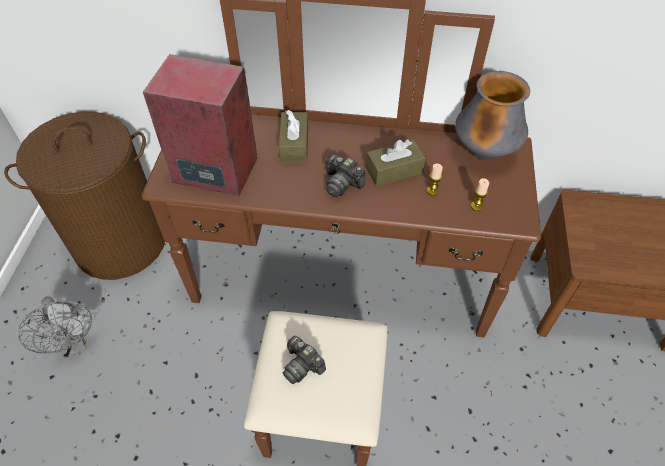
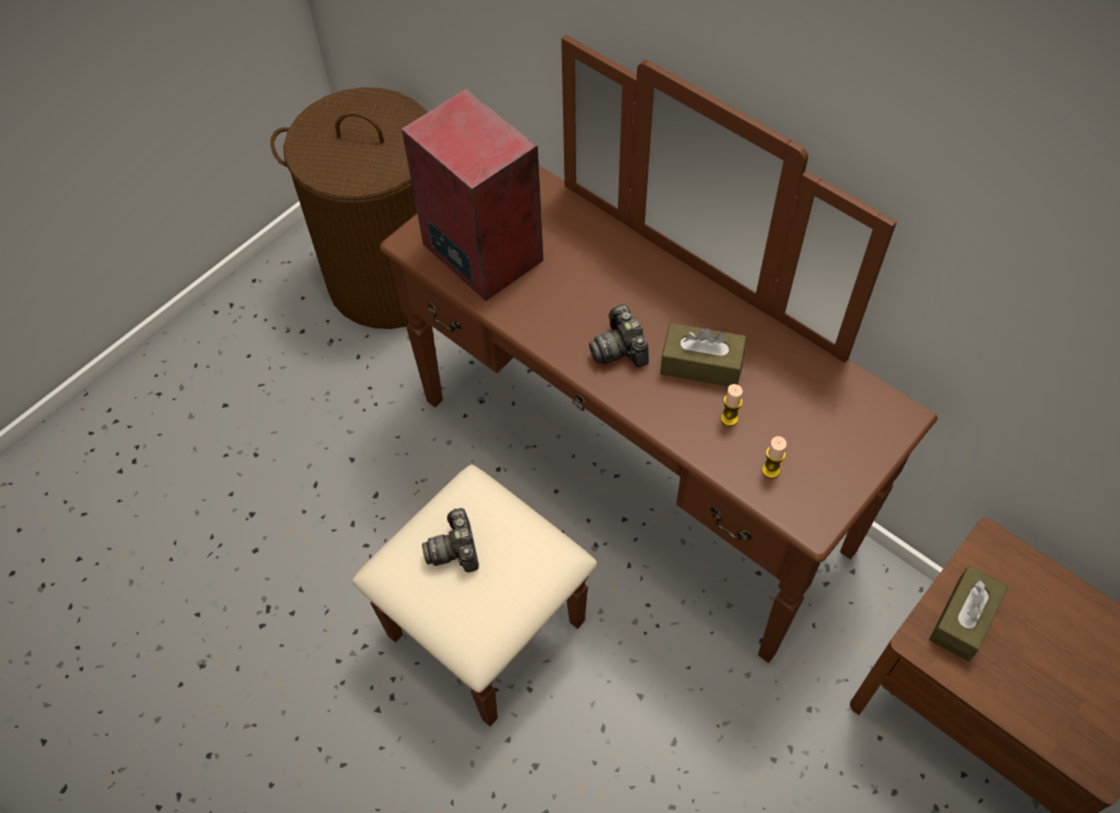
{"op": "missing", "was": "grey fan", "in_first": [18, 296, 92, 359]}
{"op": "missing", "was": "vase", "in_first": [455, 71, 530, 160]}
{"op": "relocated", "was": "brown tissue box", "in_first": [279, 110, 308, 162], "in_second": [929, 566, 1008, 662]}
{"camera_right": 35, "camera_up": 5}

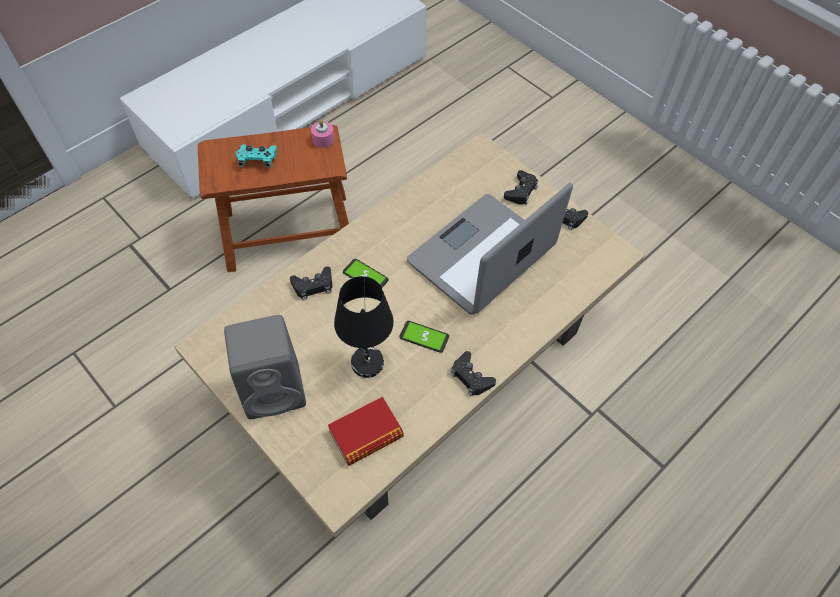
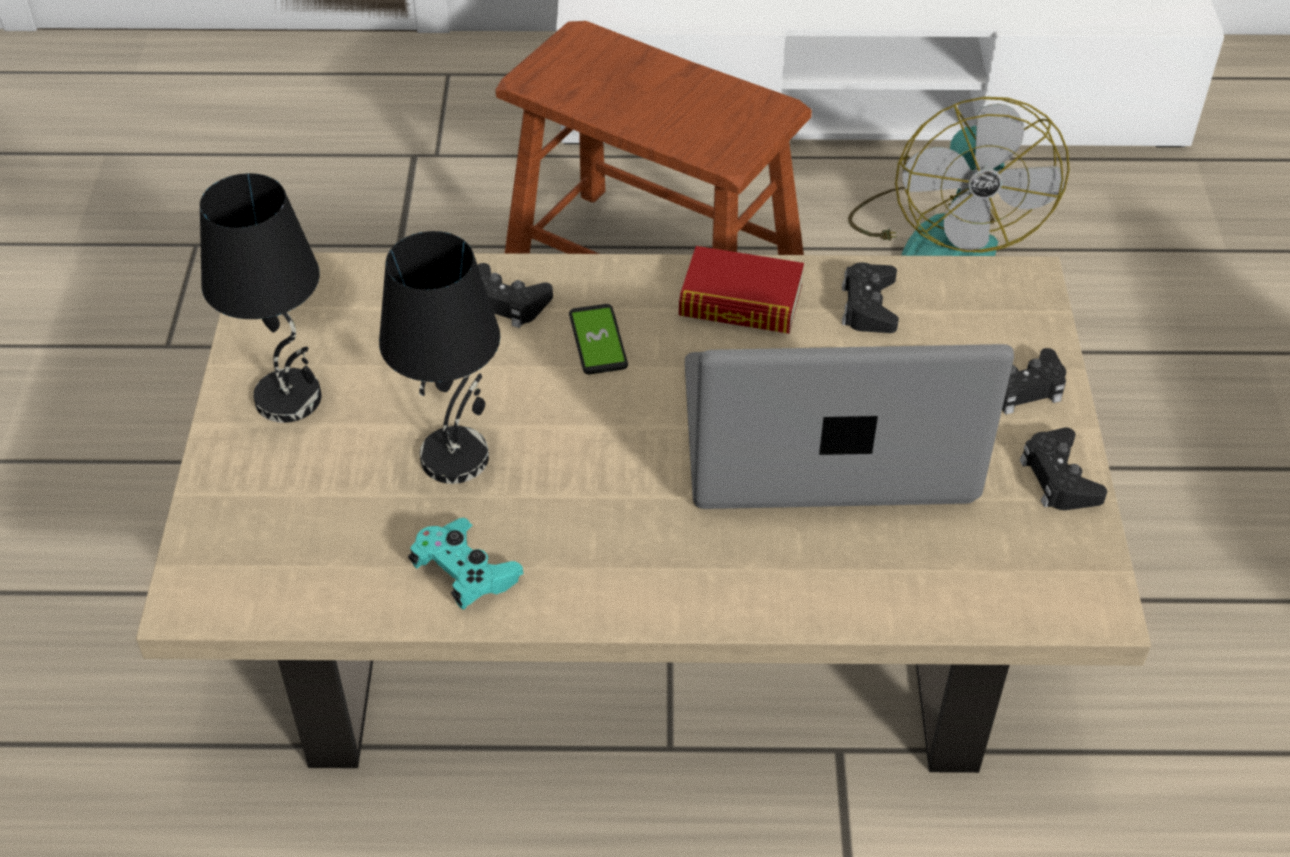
{"op": "missing", "was": "pink candle", "in_first": [311, 120, 334, 148]}
{"op": "missing", "was": "phone", "in_first": [399, 321, 449, 353]}
{"op": "appeared", "now": "fan", "in_second": [848, 97, 1070, 256]}
{"op": "relocated", "was": "turquoise game controller", "in_first": [236, 144, 277, 168], "in_second": [408, 518, 523, 610]}
{"op": "relocated", "was": "book", "in_first": [328, 397, 404, 466], "in_second": [679, 246, 804, 334]}
{"op": "relocated", "was": "black game controller", "in_first": [451, 351, 496, 396], "in_second": [842, 262, 899, 333]}
{"op": "exchanged", "was": "grey speaker", "now": "black table lamp", "in_first": [224, 315, 306, 419], "in_second": [200, 173, 321, 423]}
{"camera_right": 45, "camera_up": -10}

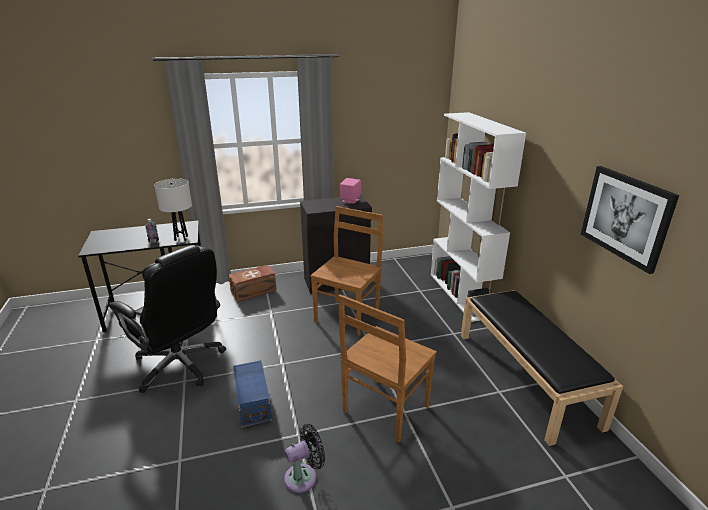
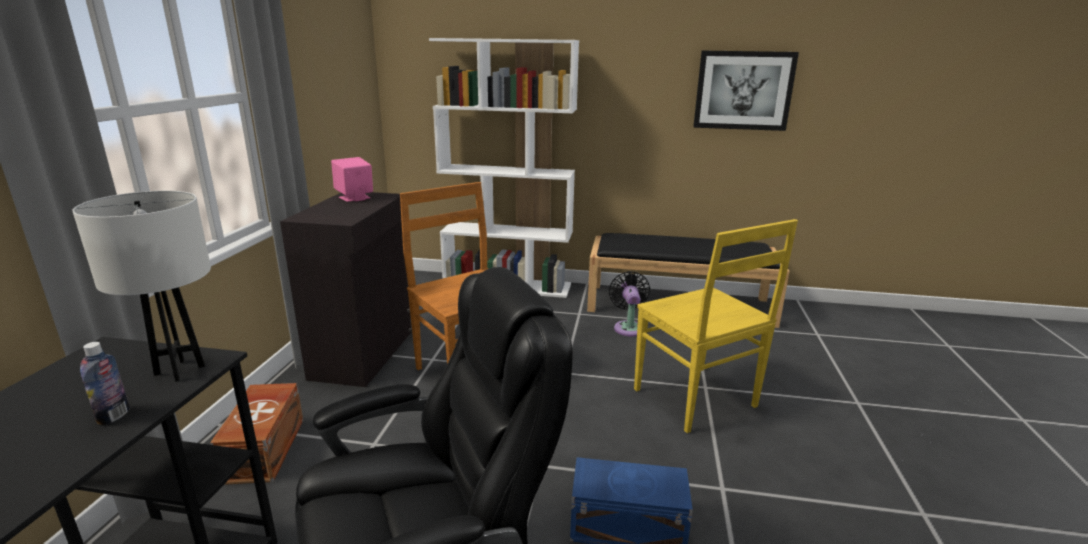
{"op": "relocated", "was": "black fan", "in_first": [284, 424, 325, 493], "in_second": [609, 271, 650, 337]}
{"op": "colour", "was": "brown chair", "now": "yellow chair", "in_first": [338, 294, 437, 443], "in_second": [634, 219, 798, 433]}
{"camera_right": -65, "camera_up": -5}

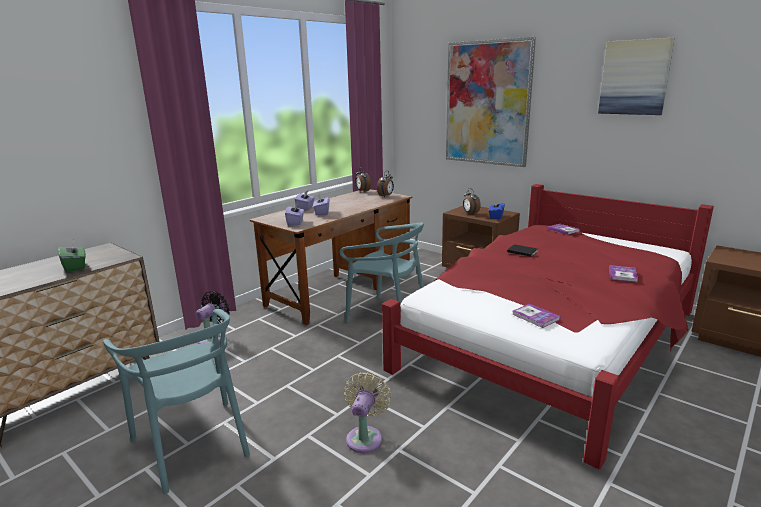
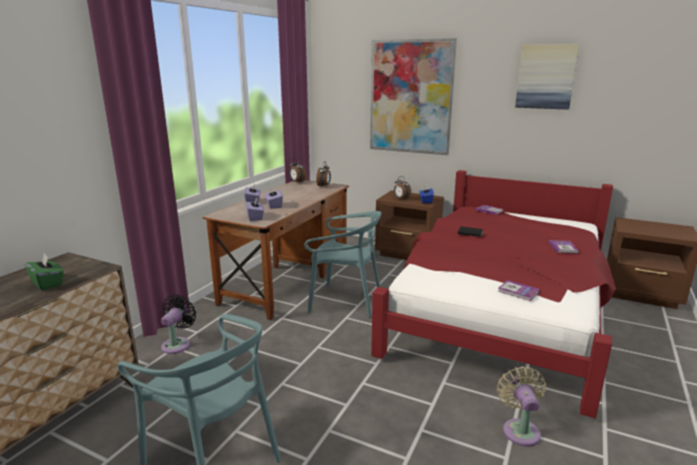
{"op": "relocated", "was": "beige fan", "in_first": [344, 372, 392, 453], "in_second": [497, 366, 546, 447]}
{"camera_right": -15, "camera_up": 0}

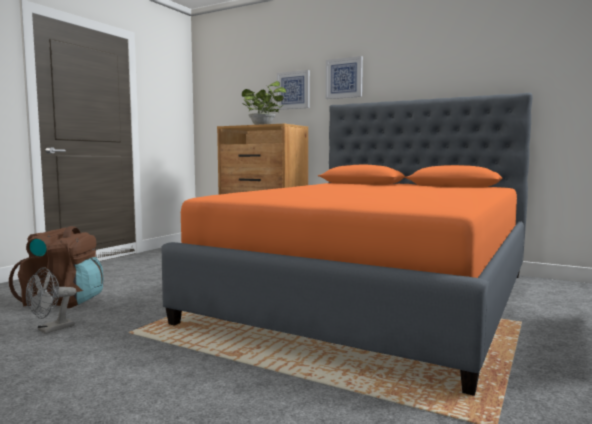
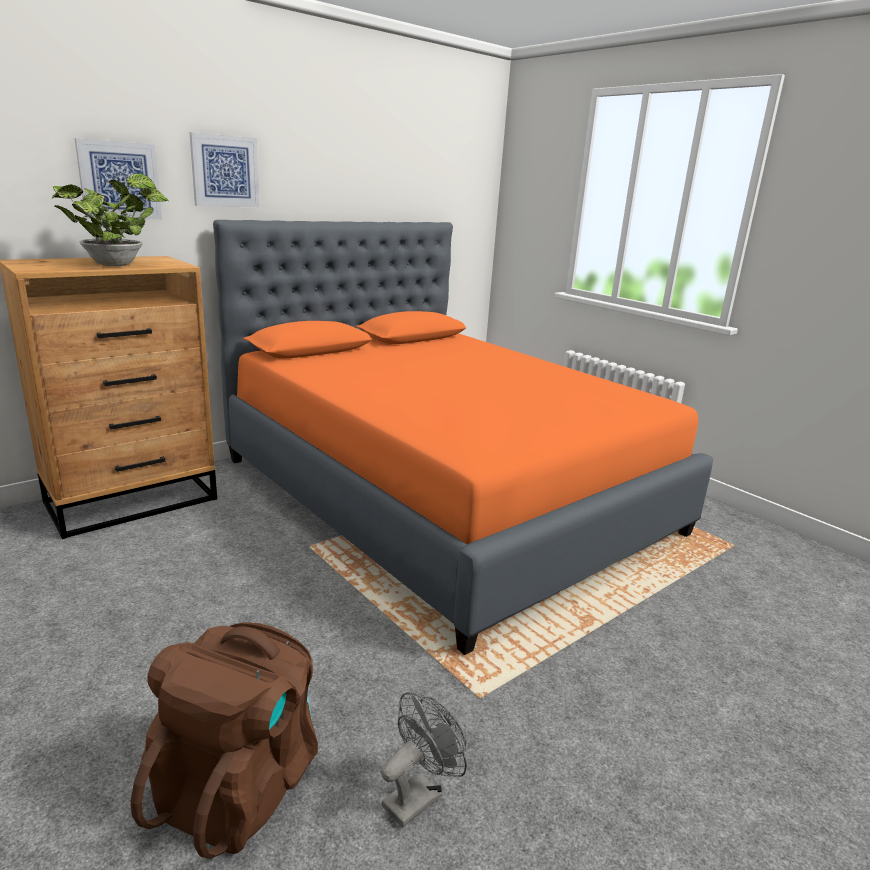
{"op": "spun", "was": "grey fan", "in_first": [26, 267, 76, 334], "in_second": [381, 692, 467, 827], "clockwise": -105}
{"camera_right": -70, "camera_up": 15}

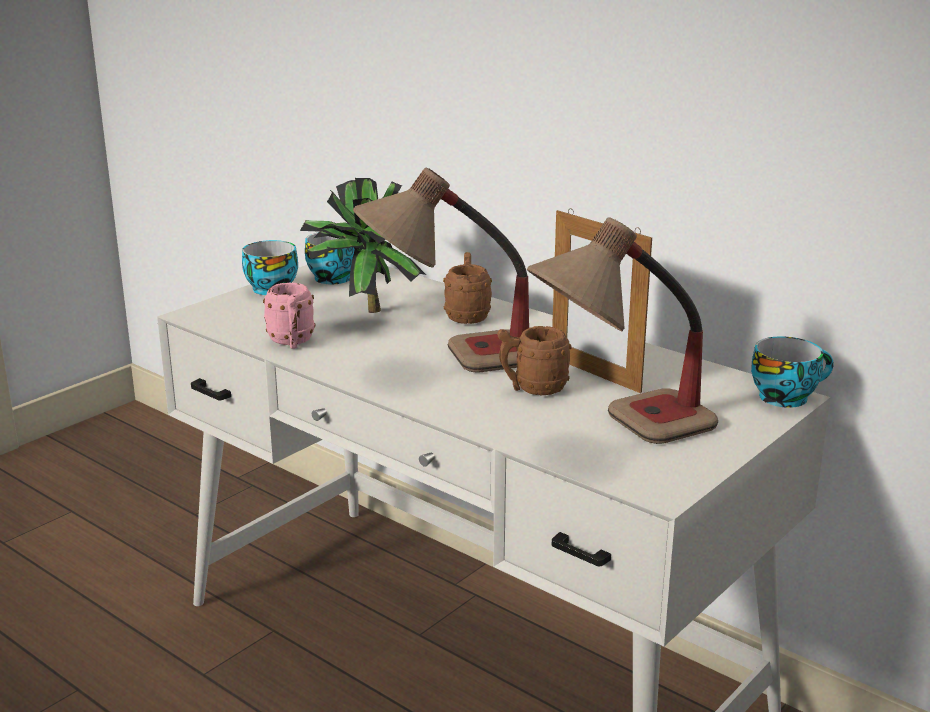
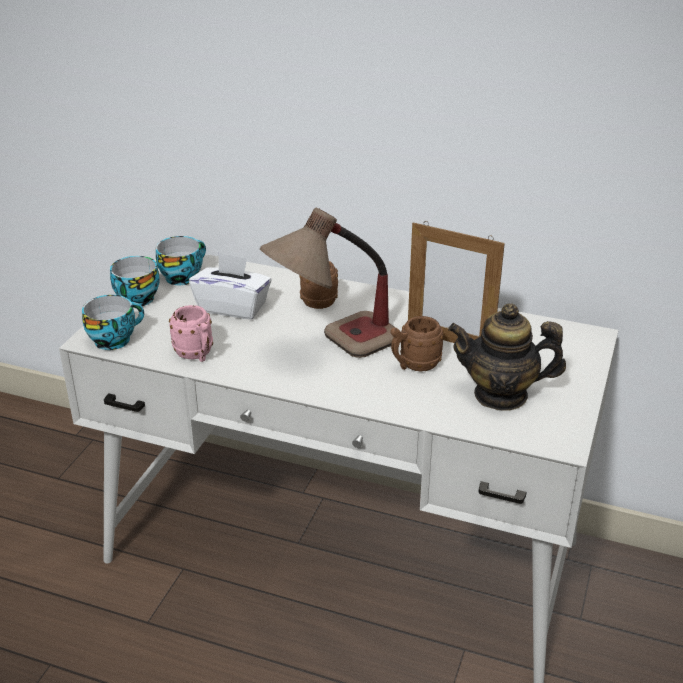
{"op": "relocated", "was": "cup", "in_first": [751, 336, 834, 408], "in_second": [82, 295, 144, 350]}
{"op": "exchanged", "was": "potted plant", "now": "white tissue box", "in_first": [300, 178, 426, 313], "in_second": [189, 253, 272, 320]}
{"op": "exchanged", "was": "table lamp", "now": "teapot", "in_first": [527, 217, 718, 444], "in_second": [448, 303, 566, 411]}
{"camera_right": -20, "camera_up": 10}

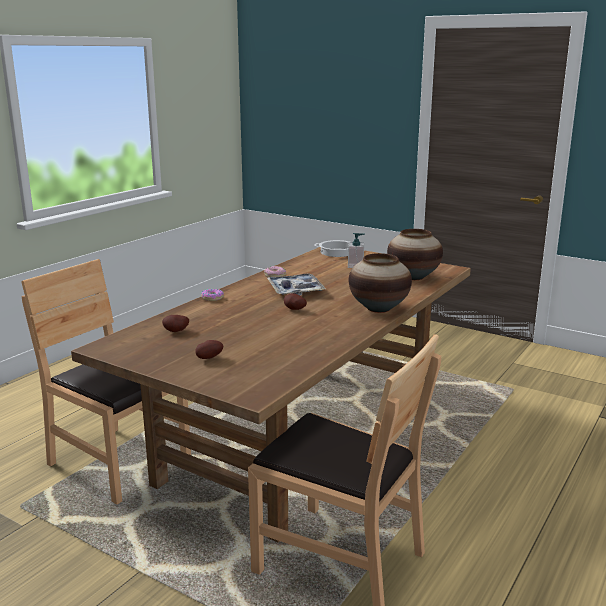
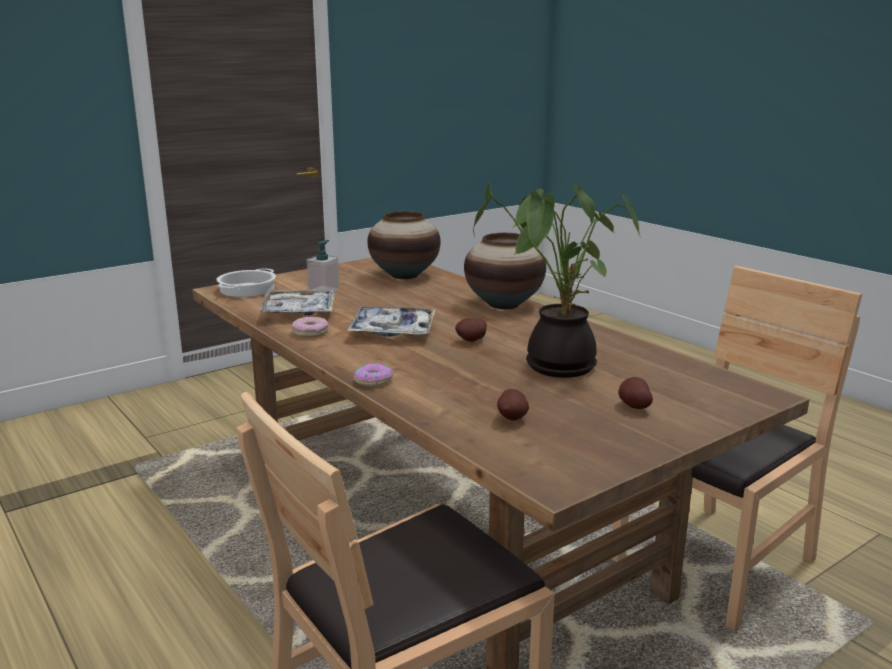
{"op": "appeared", "now": "tray", "in_second": [259, 290, 335, 315]}
{"op": "appeared", "now": "potted plant", "in_second": [473, 182, 641, 378]}
{"camera_right": -70, "camera_up": 0}

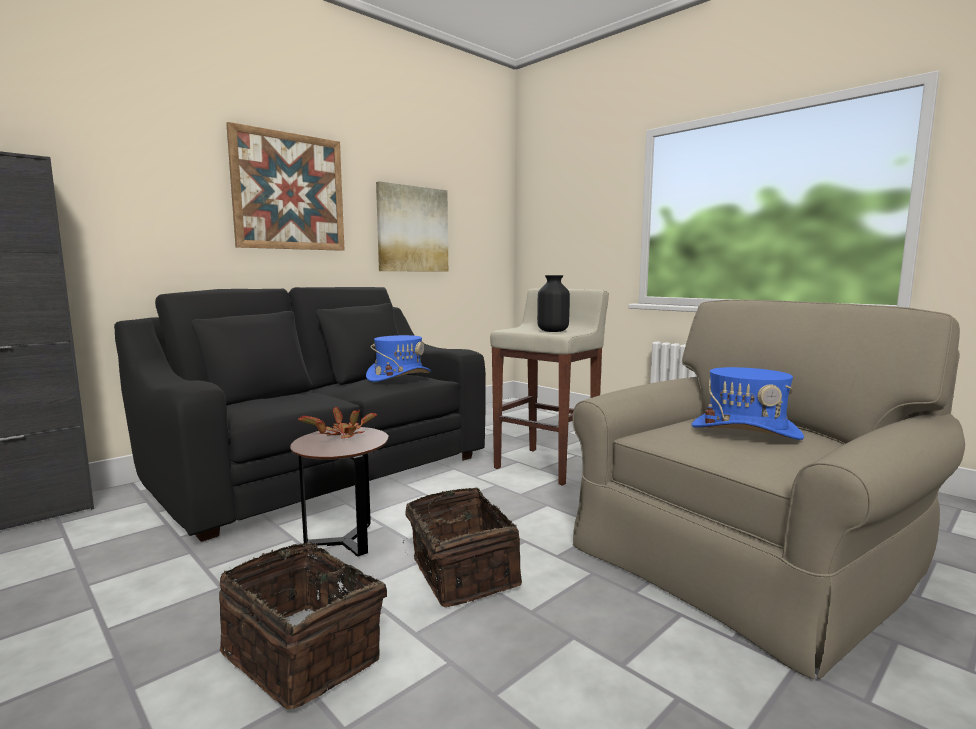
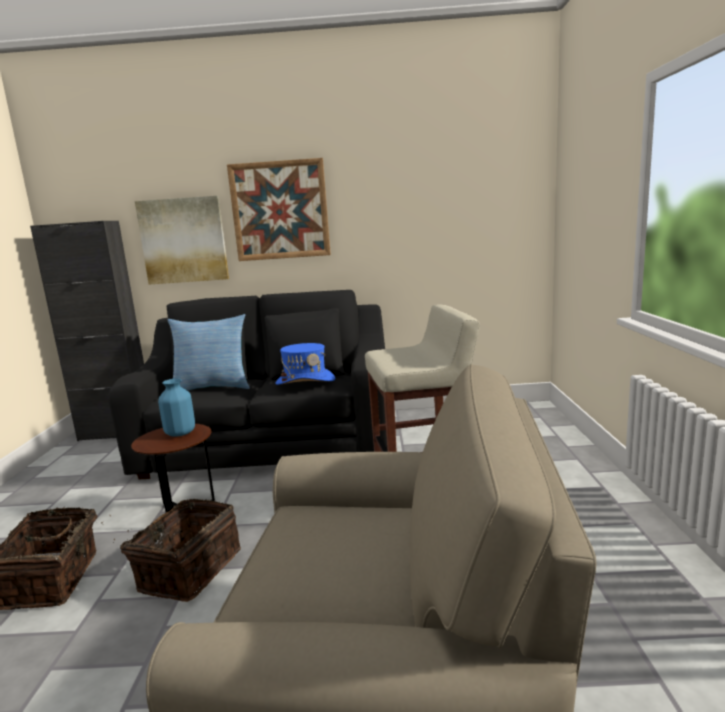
{"op": "missing", "was": "black vase", "in_first": [537, 275, 570, 332]}
{"op": "missing", "was": "blue hat", "in_first": [692, 367, 804, 440]}
{"op": "appeared", "now": "pillow", "in_second": [167, 314, 250, 391]}
{"op": "relocated", "was": "picture", "in_first": [376, 181, 448, 271], "in_second": [135, 196, 229, 284]}
{"op": "exchanged", "was": "potted plant", "now": "blue vase", "in_first": [298, 407, 377, 438], "in_second": [158, 378, 195, 437]}
{"camera_right": 45, "camera_up": 5}

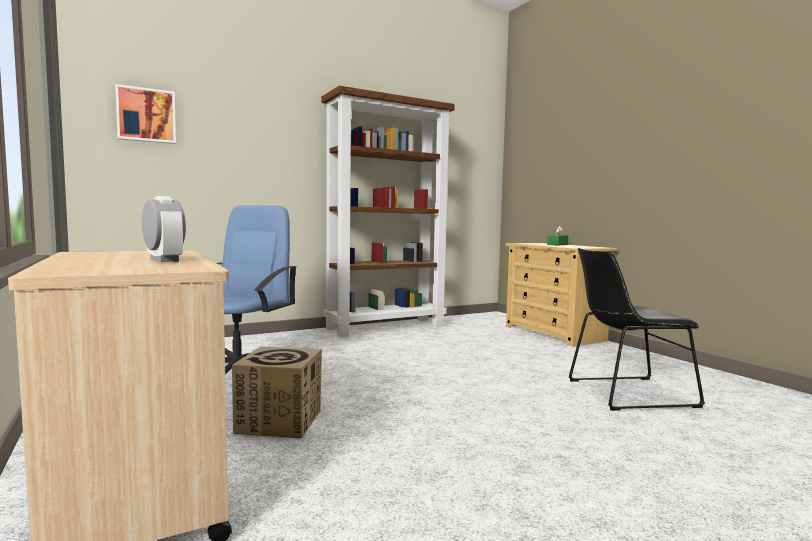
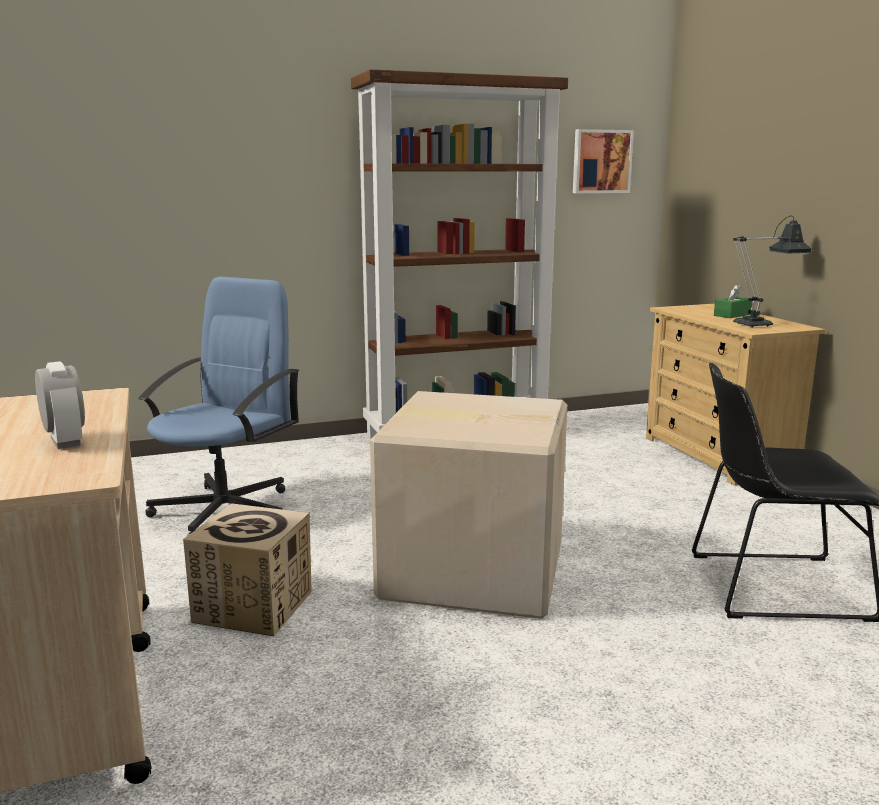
{"op": "appeared", "now": "cardboard box", "in_second": [370, 391, 567, 619]}
{"op": "appeared", "now": "table lamp", "in_second": [733, 216, 812, 328]}
{"op": "relocated", "was": "picture", "in_first": [115, 84, 176, 144], "in_second": [573, 129, 634, 193]}
{"camera_right": 10, "camera_up": 10}

